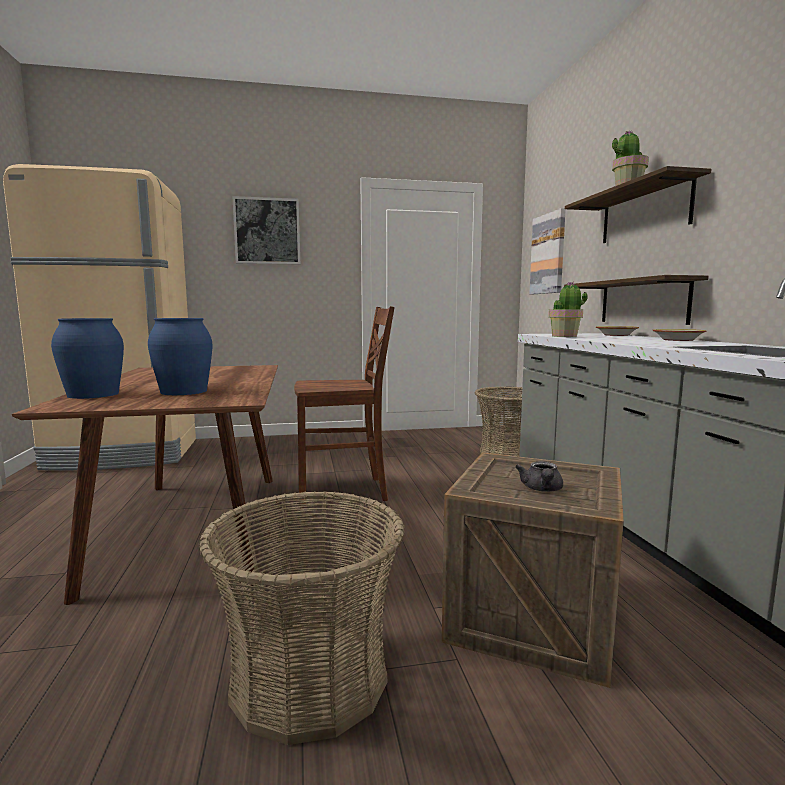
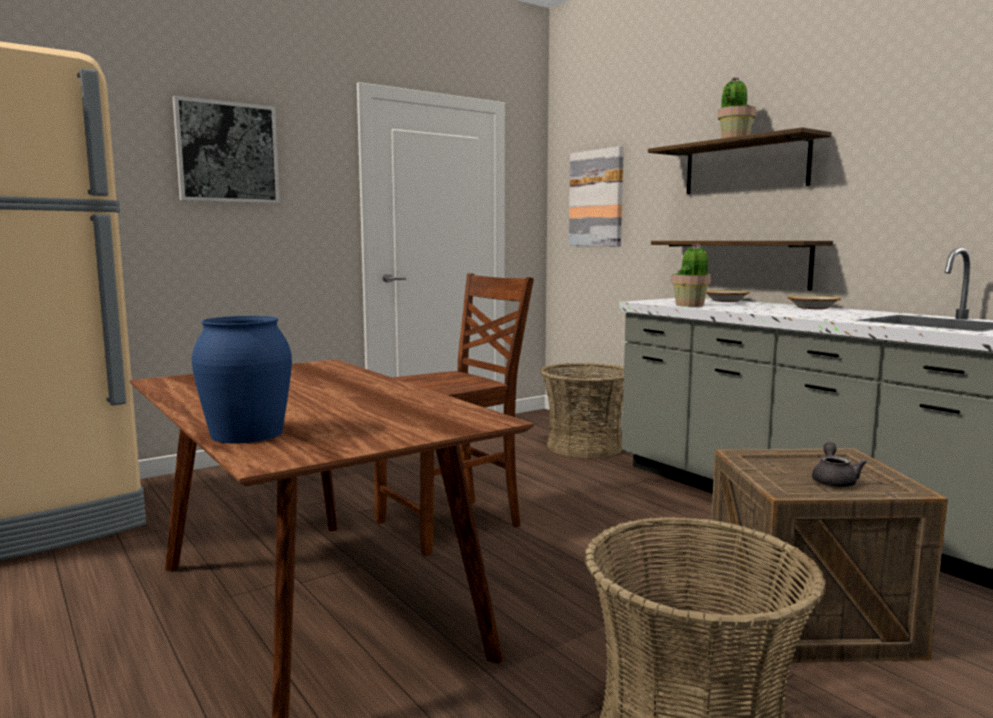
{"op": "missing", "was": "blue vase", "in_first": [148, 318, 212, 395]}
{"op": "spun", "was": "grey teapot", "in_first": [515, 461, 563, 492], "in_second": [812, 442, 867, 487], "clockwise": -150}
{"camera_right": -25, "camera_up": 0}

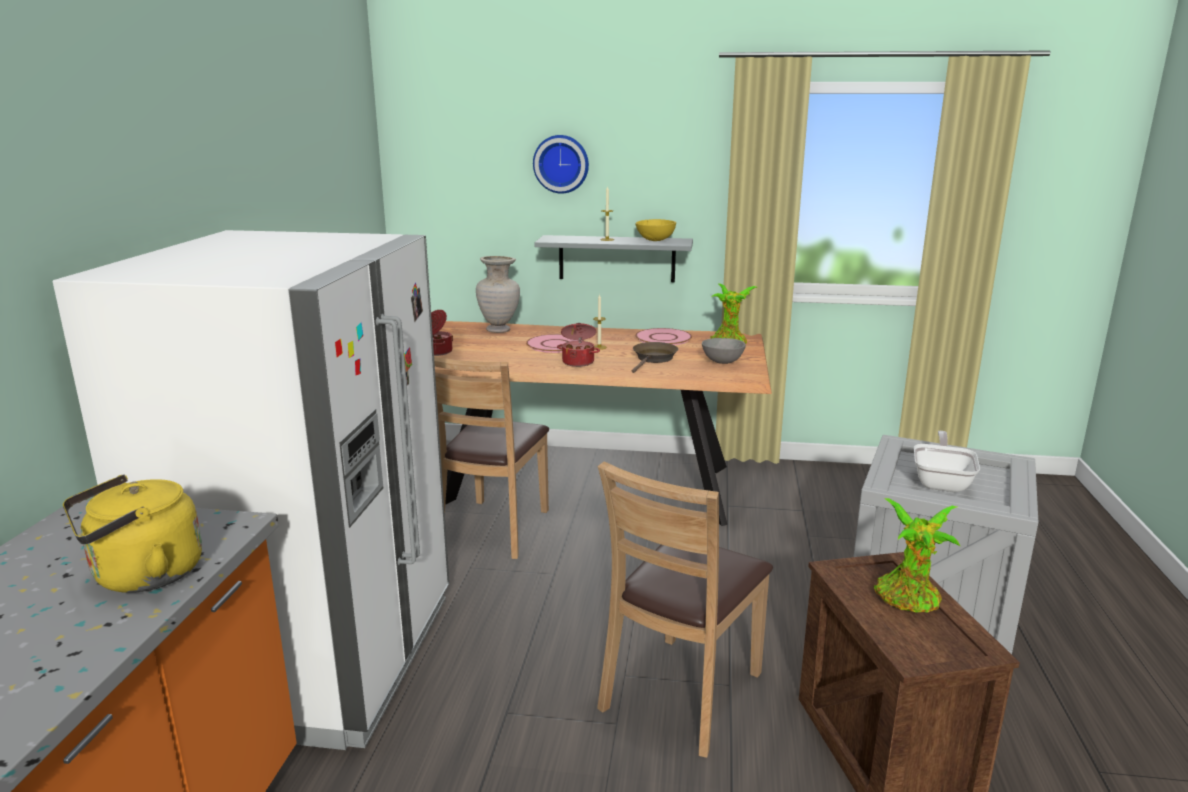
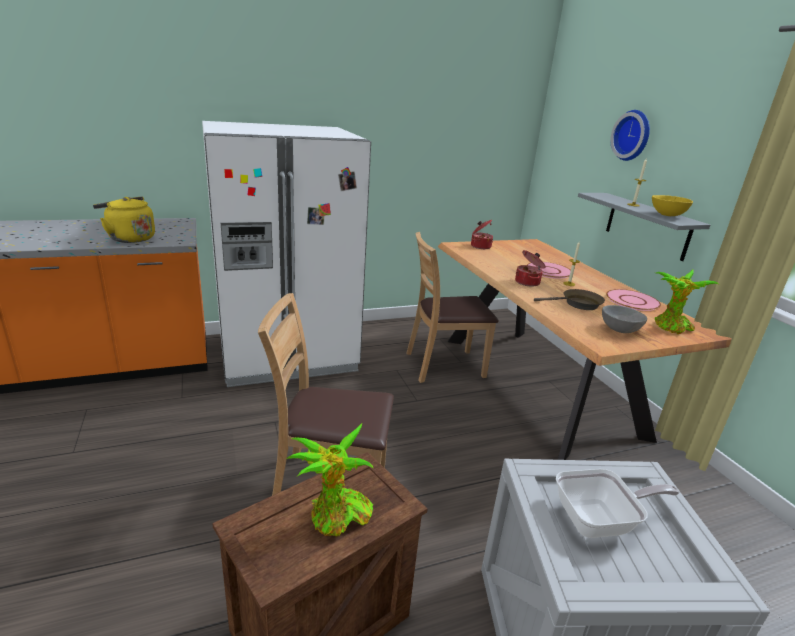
{"op": "missing", "was": "beige vase", "in_first": [476, 256, 520, 333]}
{"camera_right": 60, "camera_up": 5}

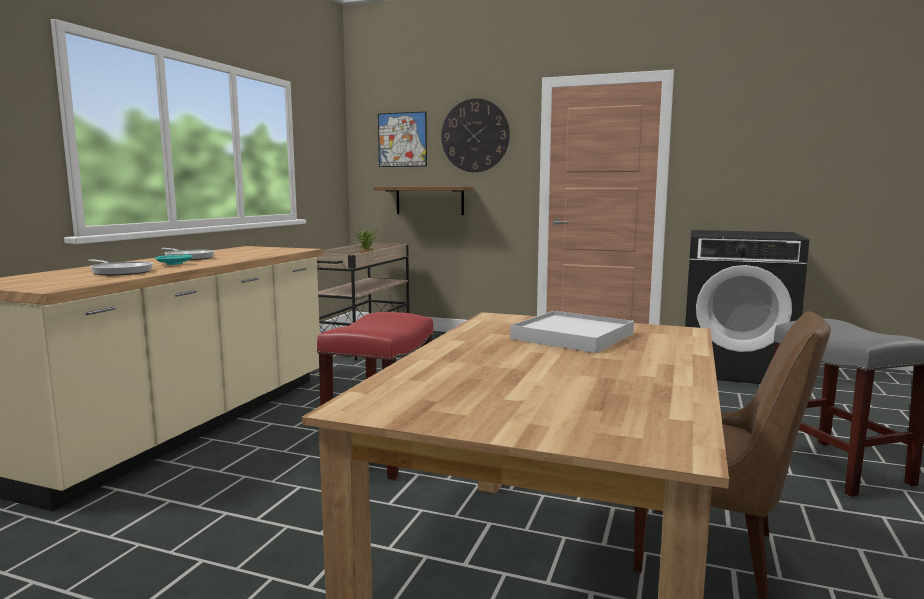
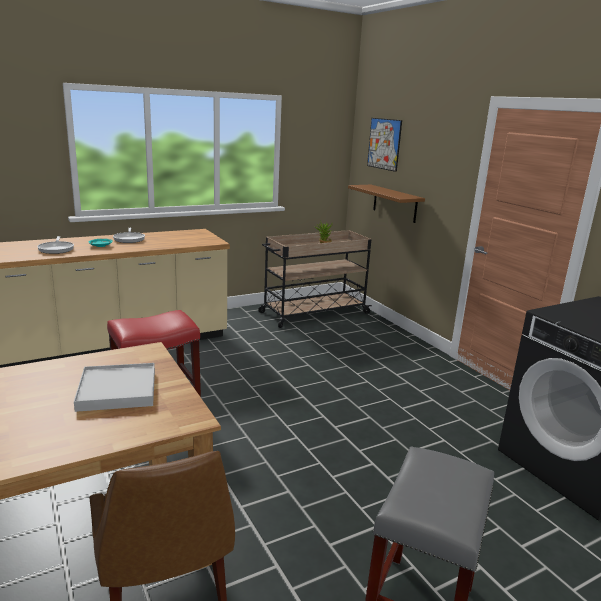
{"op": "missing", "was": "wall clock", "in_first": [441, 98, 510, 172]}
{"camera_right": 40, "camera_up": 10}

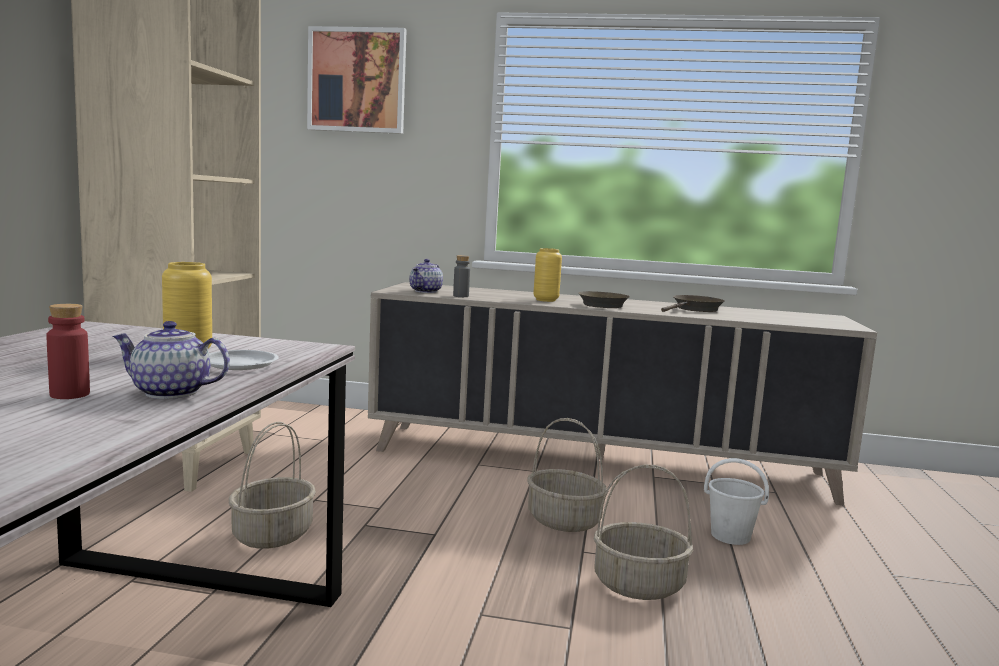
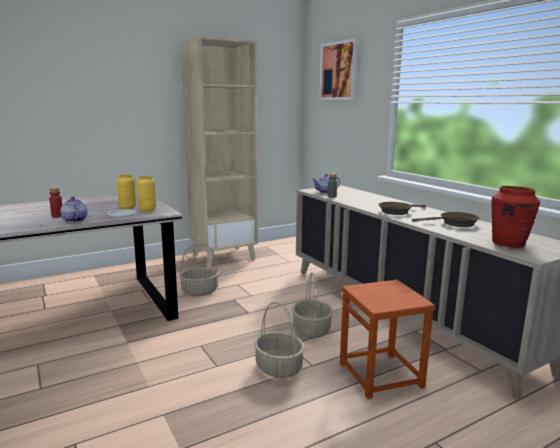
{"op": "appeared", "now": "red vase", "in_second": [491, 186, 540, 248]}
{"op": "relocated", "was": "yellow vase", "in_first": [533, 248, 562, 302], "in_second": [137, 176, 156, 212]}
{"op": "exchanged", "was": "white bucket", "now": "brown stool", "in_first": [704, 458, 769, 545], "in_second": [340, 280, 435, 399]}
{"camera_right": 50, "camera_up": 5}

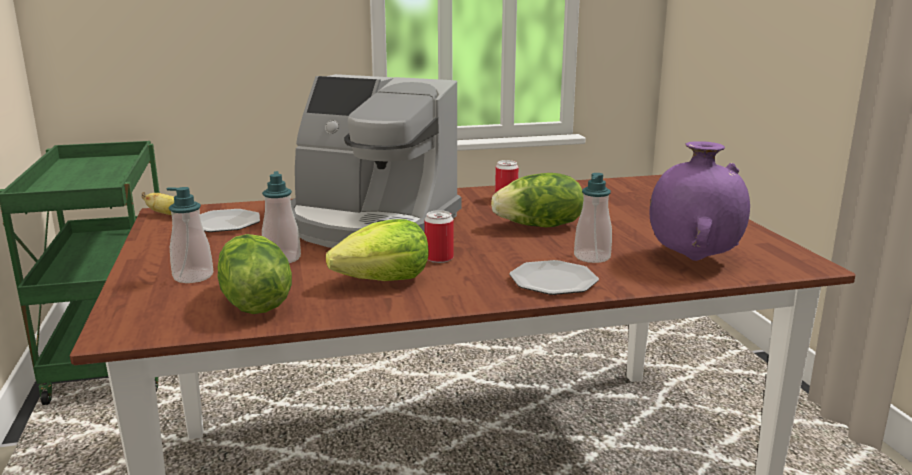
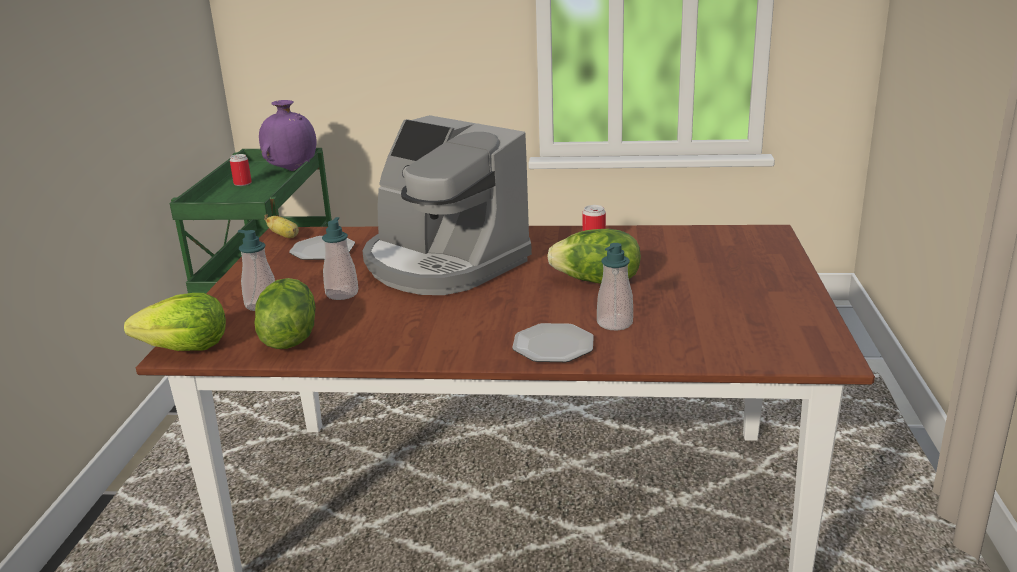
{"op": "relocated", "was": "lettuce", "in_first": [326, 219, 429, 281], "in_second": [124, 293, 226, 351]}
{"op": "relocated", "was": "can", "in_first": [424, 210, 454, 263], "in_second": [230, 154, 252, 186]}
{"op": "relocated", "was": "purple vase", "in_first": [650, 141, 750, 261], "in_second": [259, 100, 316, 171]}
{"camera_right": 20, "camera_up": 5}

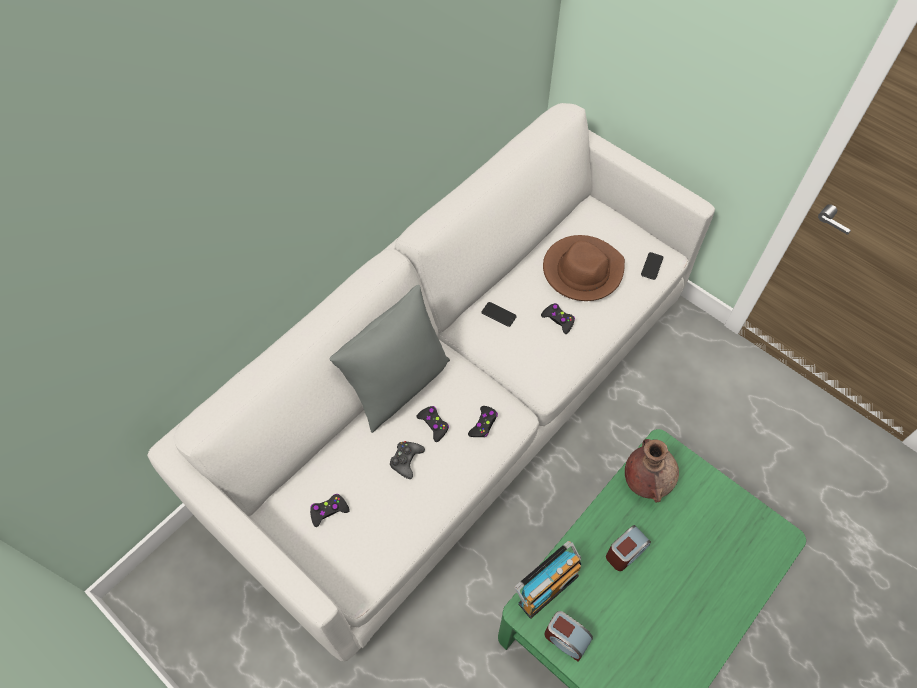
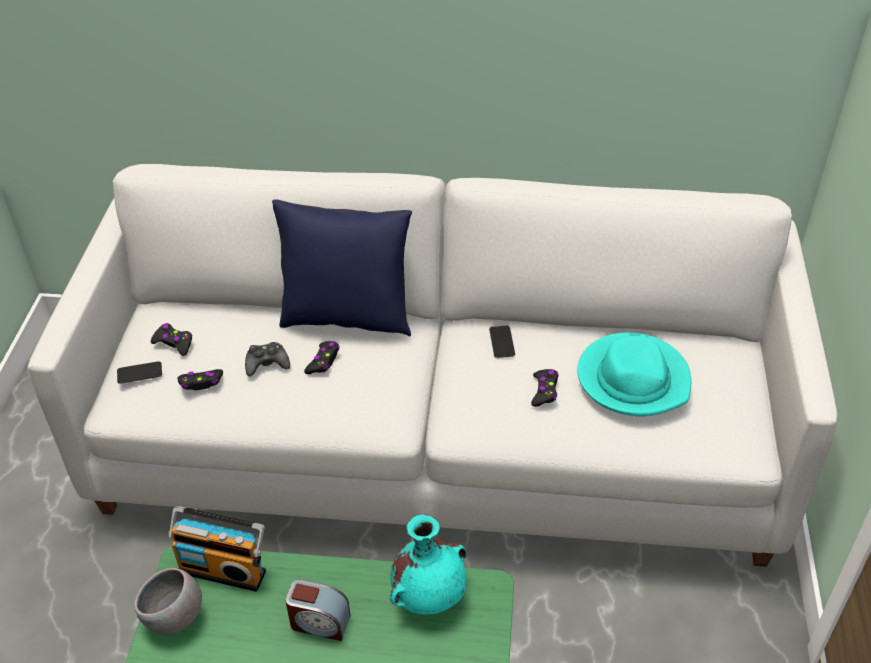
{"op": "relocated", "was": "black game controller", "in_first": [468, 406, 498, 437], "in_second": [178, 369, 223, 390]}
{"op": "relocated", "was": "phone", "in_first": [641, 252, 663, 280], "in_second": [117, 361, 162, 384]}
{"op": "exchanged", "was": "alarm clock", "now": "grey bowl", "in_first": [545, 611, 593, 662], "in_second": [135, 568, 202, 634]}
{"op": "colour", "was": "grey pillow", "now": "blue pillow", "in_first": [329, 285, 450, 433], "in_second": [272, 199, 412, 337]}
{"op": "colour", "was": "brown hat", "now": "turquoise hat", "in_first": [543, 235, 625, 301], "in_second": [577, 332, 691, 416]}
{"op": "colour", "was": "brown vase", "now": "turquoise vase", "in_first": [625, 439, 679, 502], "in_second": [390, 514, 467, 615]}
{"camera_right": 55, "camera_up": -15}

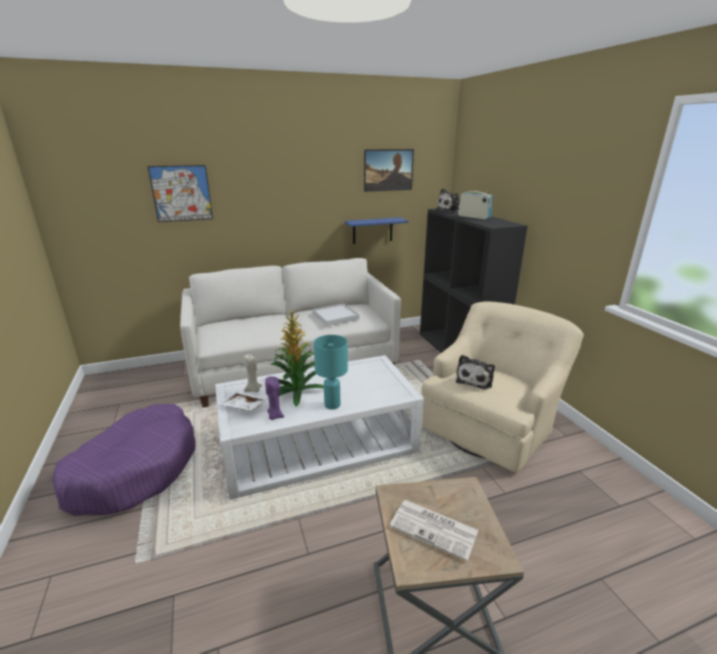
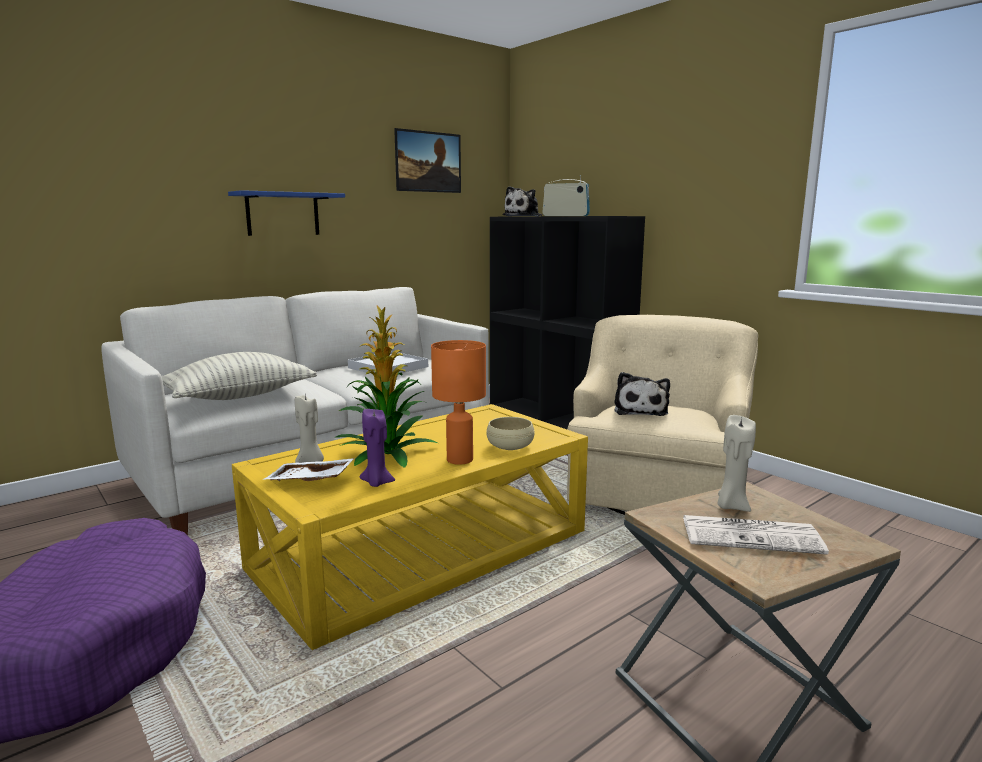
{"op": "missing", "was": "picture", "in_first": [148, 165, 213, 222]}
{"op": "appeared", "now": "pillow", "in_second": [161, 352, 317, 400]}
{"op": "appeared", "now": "beige bowl", "in_second": [486, 417, 534, 450]}
{"op": "appeared", "now": "beige candle", "in_second": [717, 415, 756, 512]}
{"op": "relocated", "was": "blue shelf", "in_first": [345, 217, 408, 244], "in_second": [228, 190, 345, 236]}
{"op": "colour", "was": "white coffee table", "now": "yellow coffee table", "in_first": [215, 355, 424, 500], "in_second": [232, 404, 588, 650]}
{"op": "colour", "was": "turquoise table lamp", "now": "orange table lamp", "in_first": [314, 335, 348, 410], "in_second": [431, 340, 486, 465]}
{"camera_right": -20, "camera_up": -10}

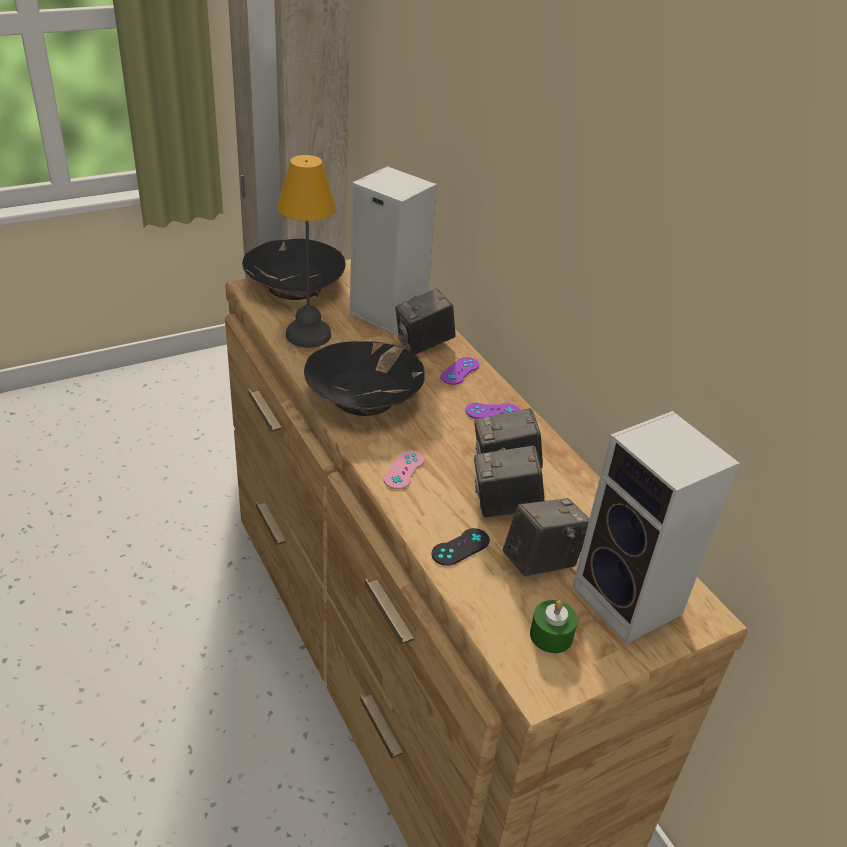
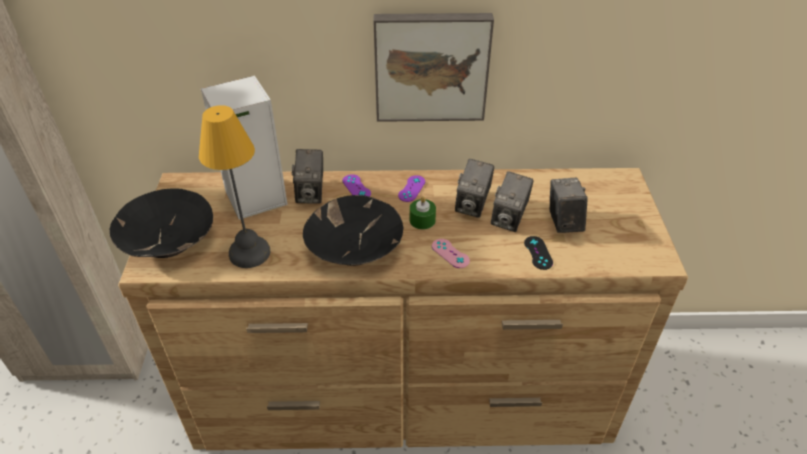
{"op": "missing", "was": "speaker", "in_first": [572, 411, 740, 644]}
{"op": "appeared", "now": "picture", "in_second": [373, 13, 494, 122]}
{"op": "relocated", "was": "green candle", "in_first": [530, 600, 578, 653], "in_second": [410, 197, 436, 229]}
{"camera_right": -60, "camera_up": 5}

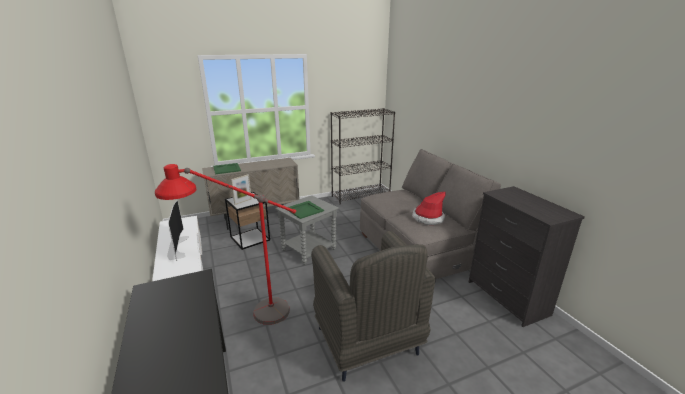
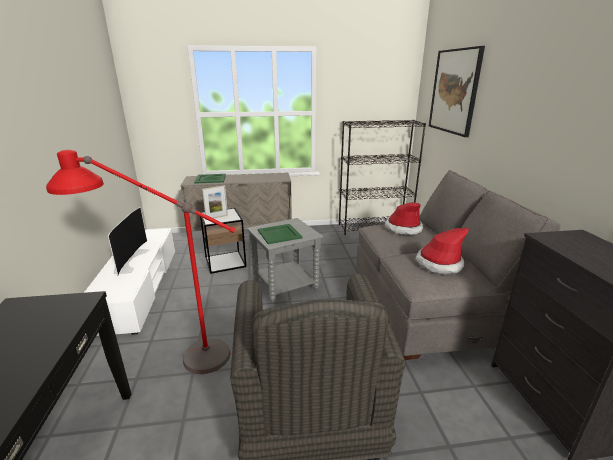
{"op": "appeared", "now": "hat", "in_second": [385, 202, 423, 235]}
{"op": "appeared", "now": "picture", "in_second": [429, 46, 485, 137]}
{"camera_right": 15, "camera_up": 0}

